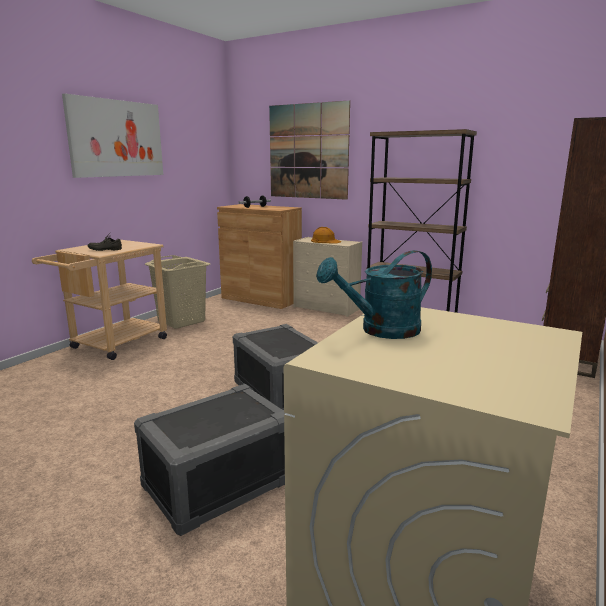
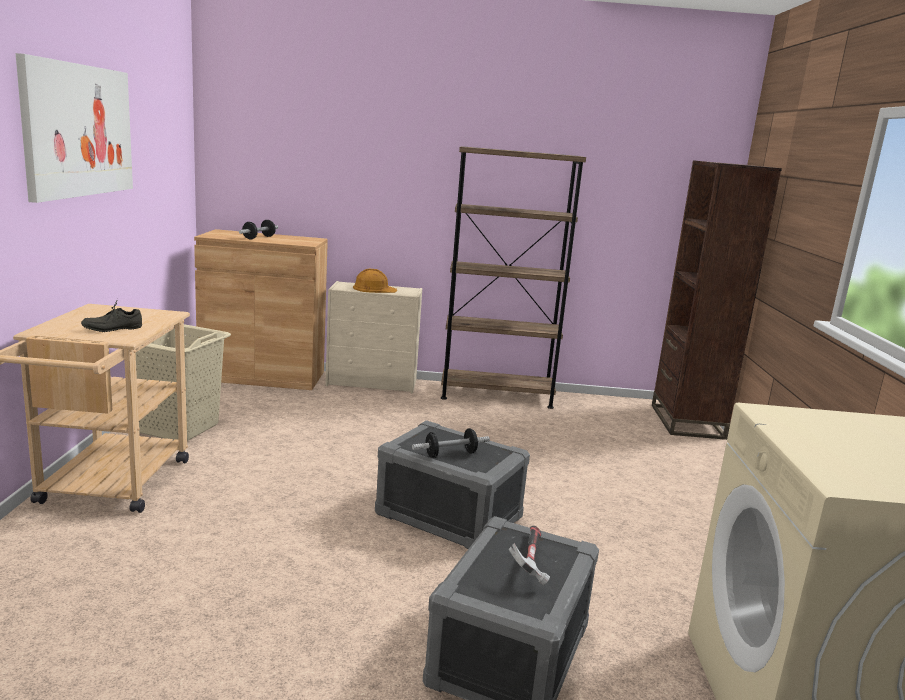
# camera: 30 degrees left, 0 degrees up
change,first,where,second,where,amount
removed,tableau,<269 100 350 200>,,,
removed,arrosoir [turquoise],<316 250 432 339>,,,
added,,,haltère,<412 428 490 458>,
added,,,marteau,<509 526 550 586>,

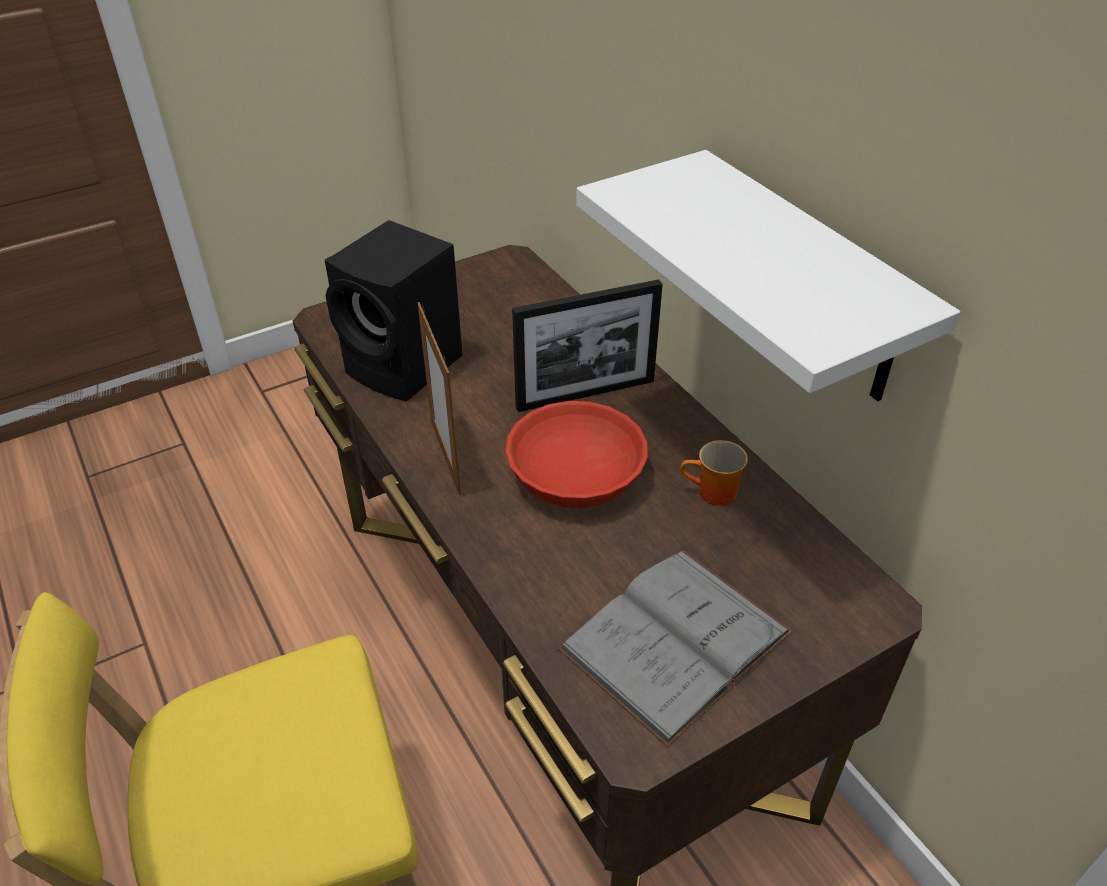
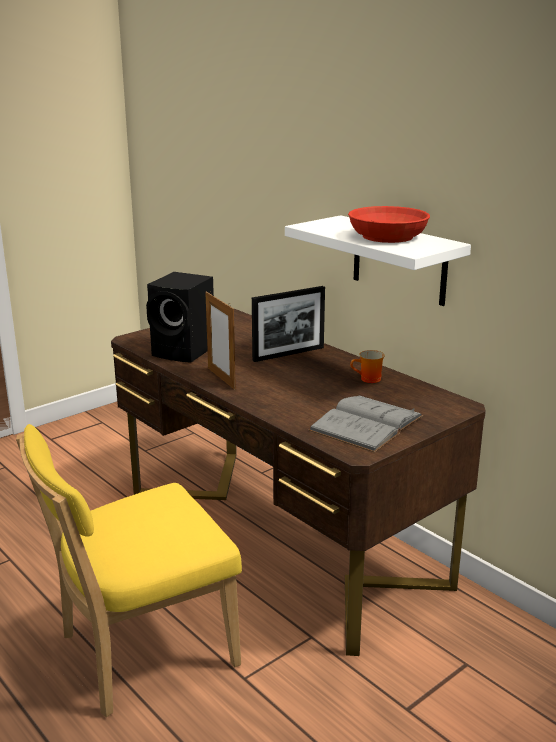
# camera: 10 degrees left, 20 degrees down
change,first,where,second,where,amount
moved,bol [rouge],<505 401 648 508>,,<348 206 430 243>,

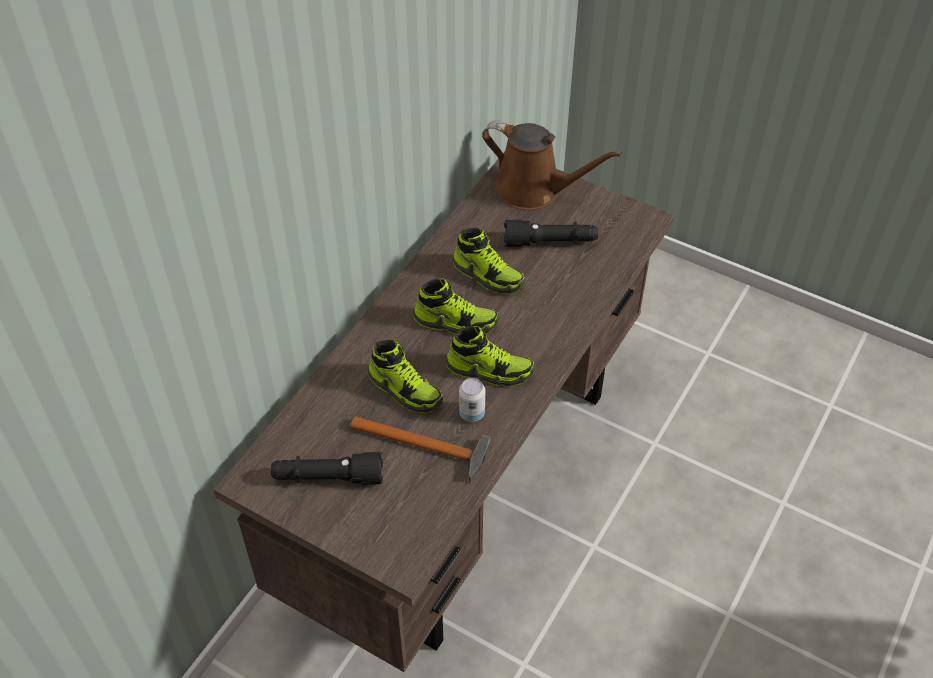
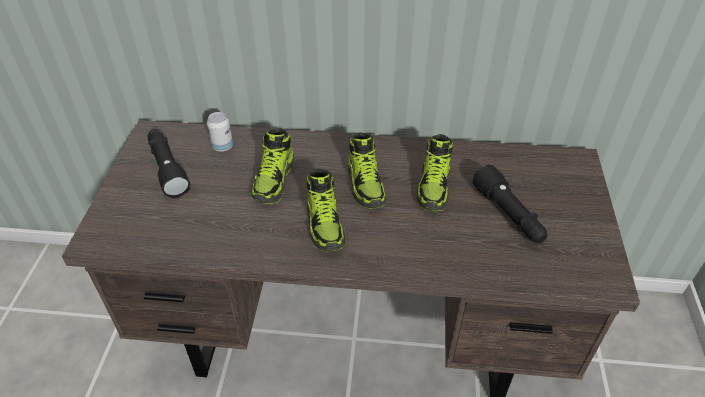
# camera: 65 degrees right, 5 degrees down
change,first,where,second,where,amount
removed,marteau,<350 416 491 483>,,,
removed,arrosoir [marron],<482 120 622 210>,,,
moved,boîte métallique,<459 378 485 422>,,<207 112 233 152>,

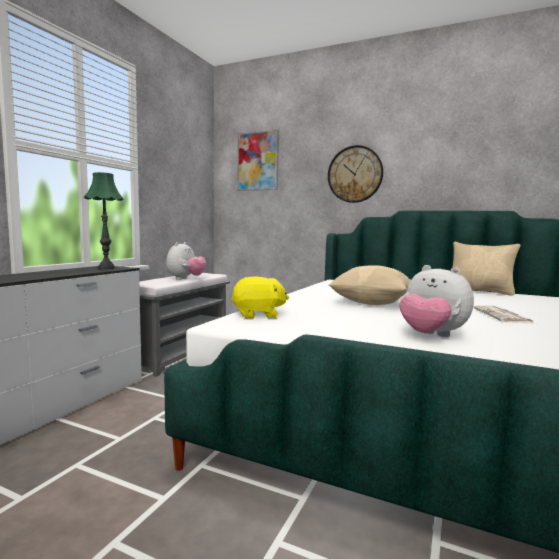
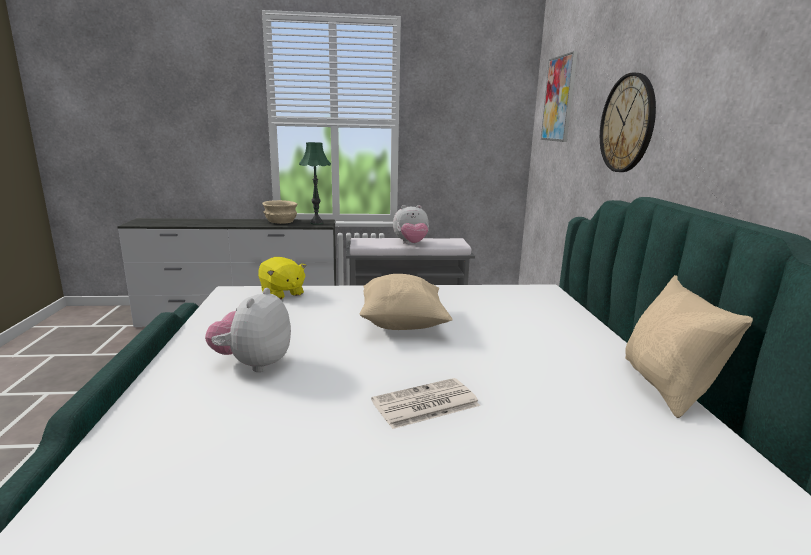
# camera: 60 degrees right, 10 degrees up
change,first,where,second,where,amount
added,,,bol [beige],<262 200 297 224>,

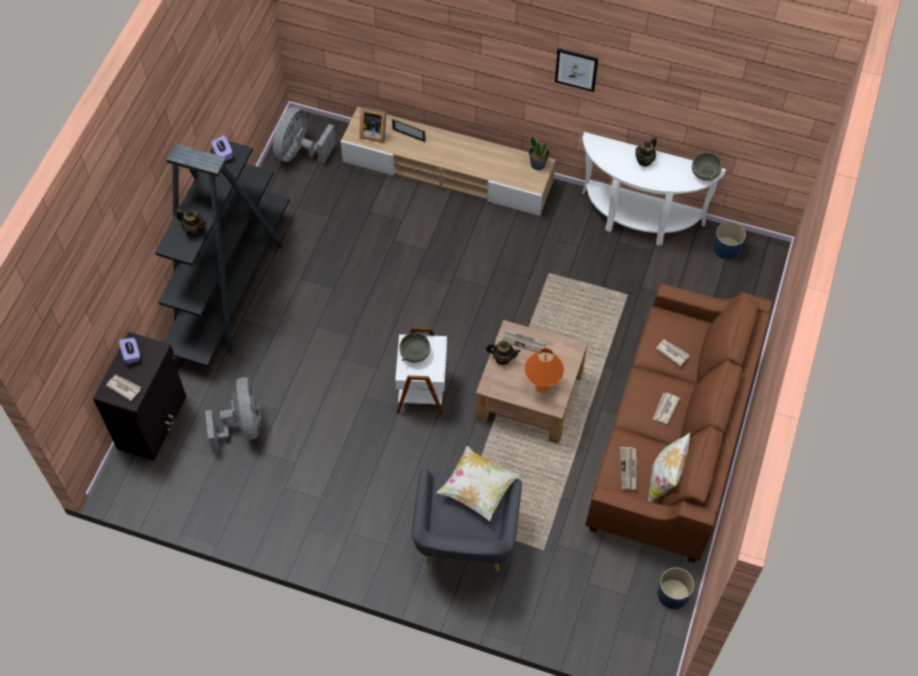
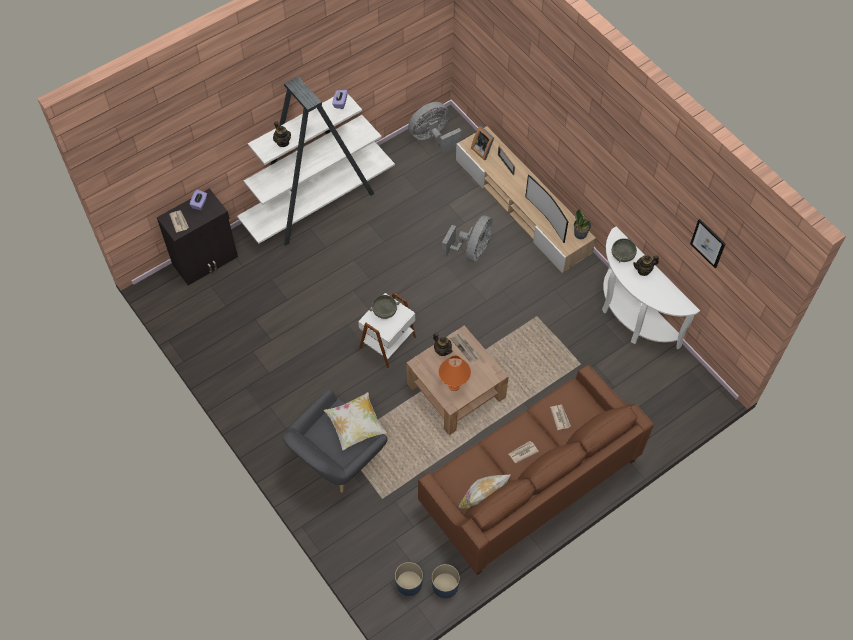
# camera: 35 degrees right, 0 degrees up
change,first,where,second,where,amount
removed,journal,<620 447 637 489>,,,
added,,,téléviseur,<525 175 568 243>,
moved,ventilateur [gris],<205 377 261 453>,,<442 216 492 262>,
moved,tableau,<555 48 598 92>,,<690 219 726 268>,
moved,bol [gris],<692 152 722 181>,,<612 238 637 262>,
moved,cache-pot [bleu],<713 222 746 260>,,<395 562 423 596>,
recoloured,bibliothèque [noir],<155 141 290 367>,bibliothèque [blanc],<237 76 395 246>,

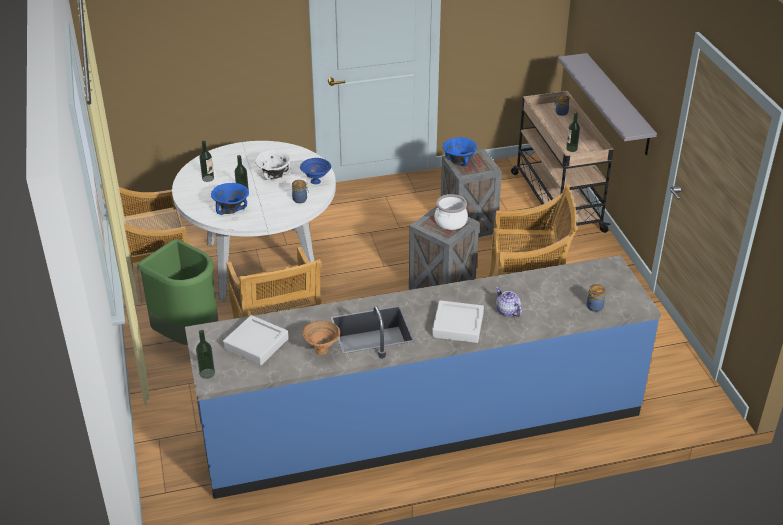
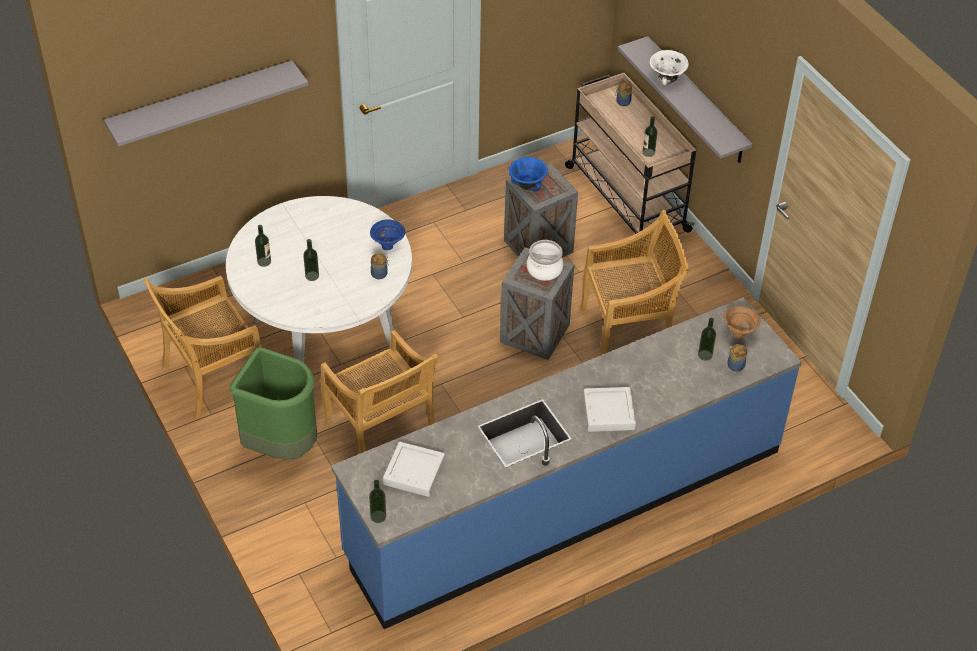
# camera: 15 degrees left, 10 degrees up
change,first,where,second,where,amount
removed,bol [bleu],<211 183 249 215>,,,
removed,théière,<496 287 522 317>,,,
added,,,étagère [gris],<104 60 308 147>,
added,,,bouteille,<698 318 716 361>,
moved,bol [blanc],<255 150 291 180>,,<650 50 689 86>,
moved,bol [marron],<302 321 340 355>,,<724 306 760 339>,

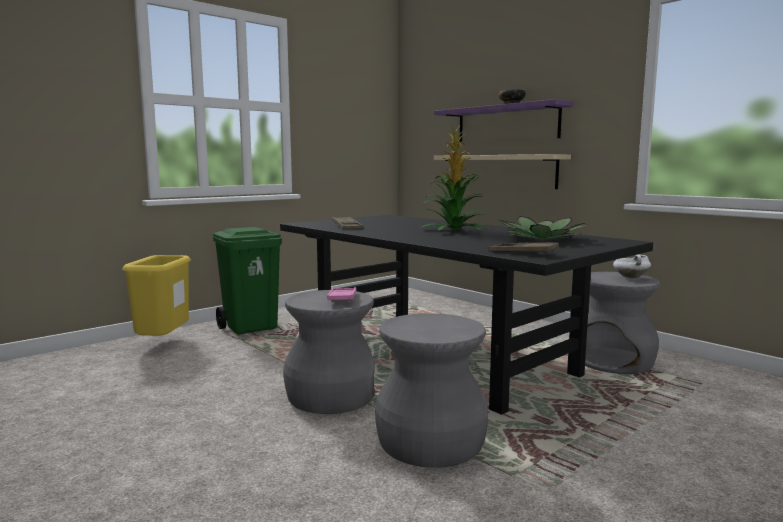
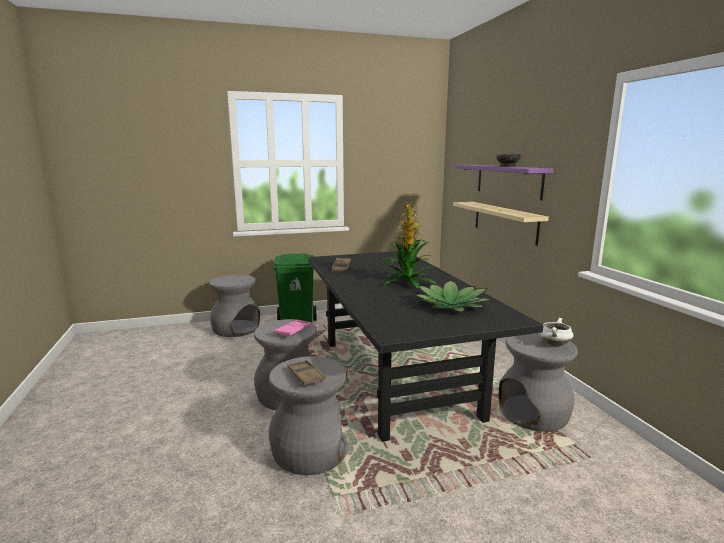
# camera: 25 degrees right, 5 degrees up
change,first,where,second,where,amount
moved,plateau [marron],<488 242 559 254>,,<287 360 326 386>,
replaced,poubelle [jaune],<122 255 191 336>,tabouret [gris],<209 274 260 337>,

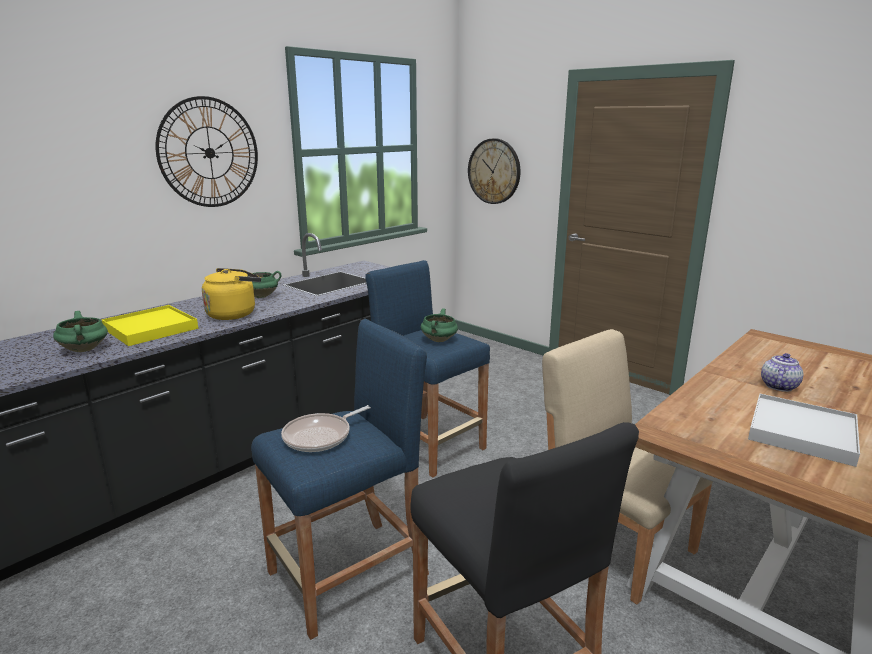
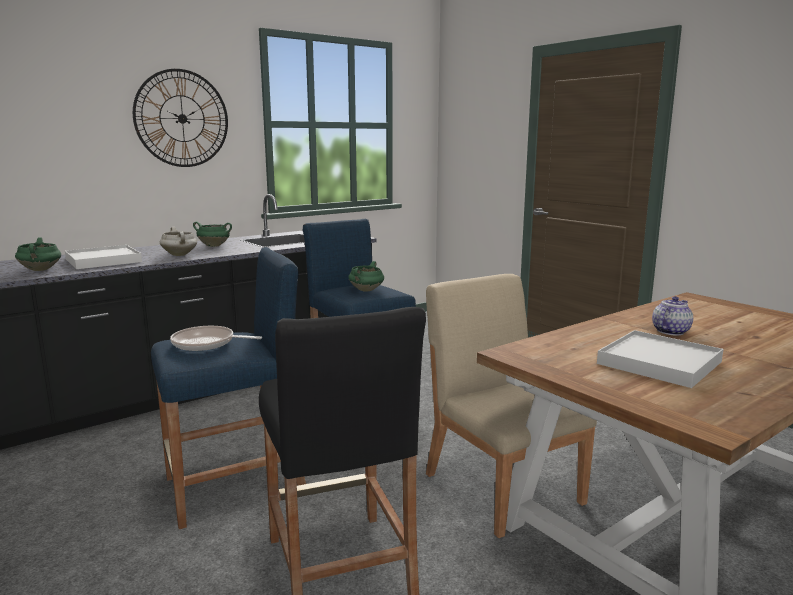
# camera: 10 degrees right, 5 degrees down
change,first,where,second,where,amount
removed,horloge murale,<468 138 521 204>,,,
replaced,bouilloire [jaune],<202 268 261 320>,marmite [blanc],<160 227 197 256>,
recoloured,plateau [jaune],<101 305 198 346>,plateau [blanc],<65 245 142 269>,
turned,poêle,<281 405 371 452>,,<170 326 262 351>,45 degrees clockwise

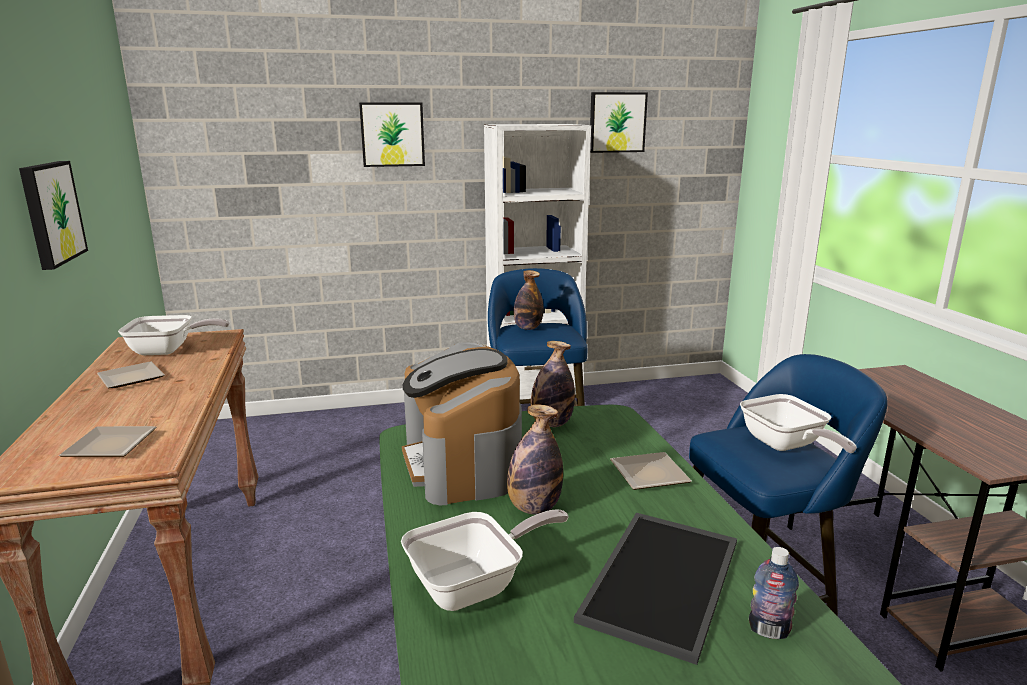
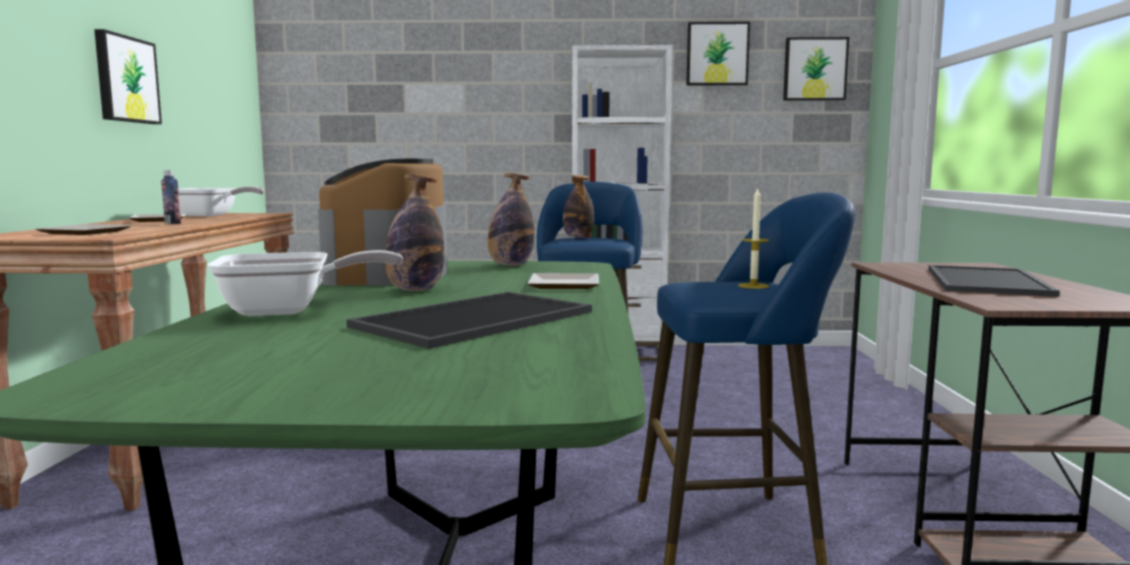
# camera: 15 degrees right, 10 degrees down
change,first,where,second,where,amount
added,,,plateau,<928 265 1060 297>,
moved,tableau,<359 102 425 167>,,<783 37 849 100>,
moved,bouteille,<749 547 799 639>,,<161 170 181 224>,
replaced,poêle,<740 394 857 453>,bougie,<738 187 769 289>,

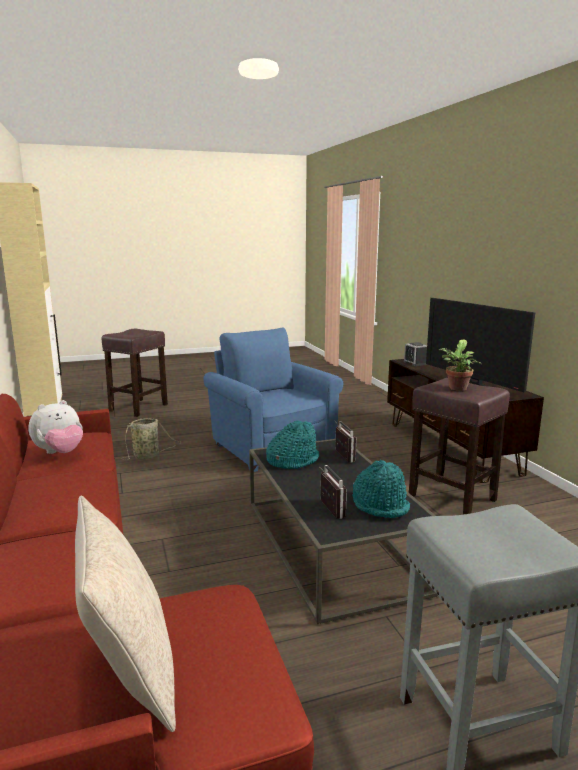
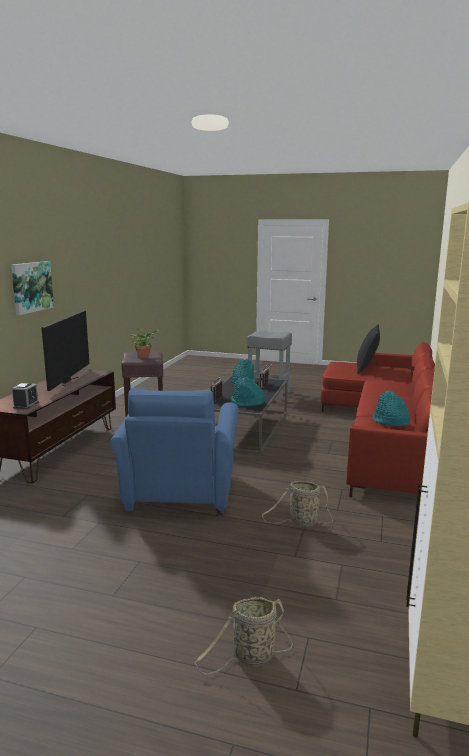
# camera: 145 degrees left, 0 degrees up
change,first,where,second,where,amount
added,,,tableau,<11 261 54 315>,
replaced,peluche,<28 400 83 454>,chapeau [turquoise],<373 390 410 426>,
replaced,tabouret [marron],<101 329 168 417>,panier,<194 597 293 674>,
recoloured,coussin [beige],<75 496 176 732>,coussin [noir],<357 325 380 374>,

